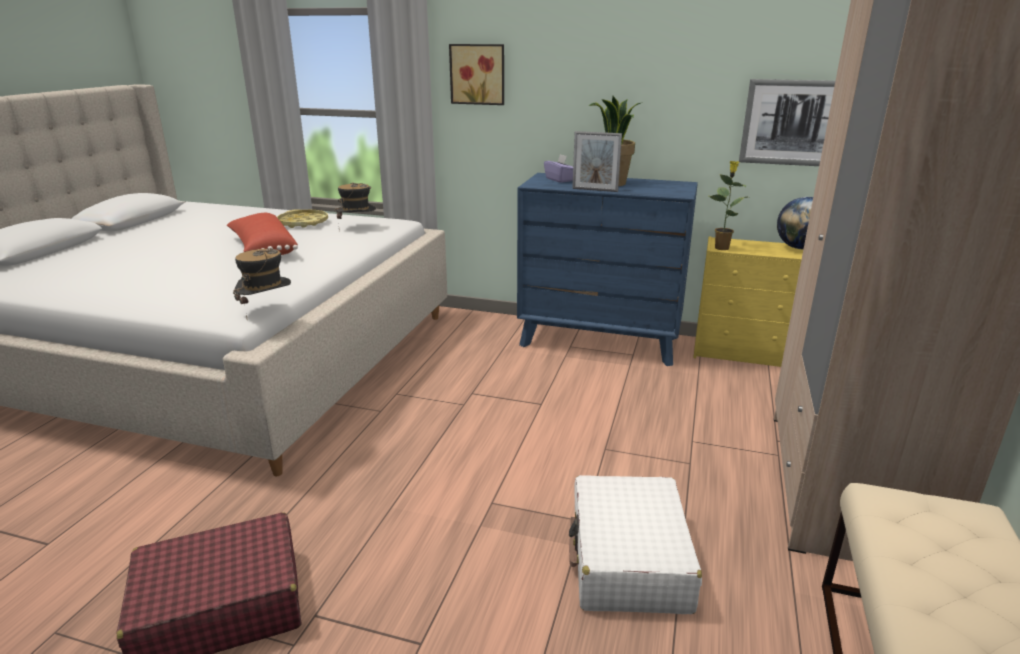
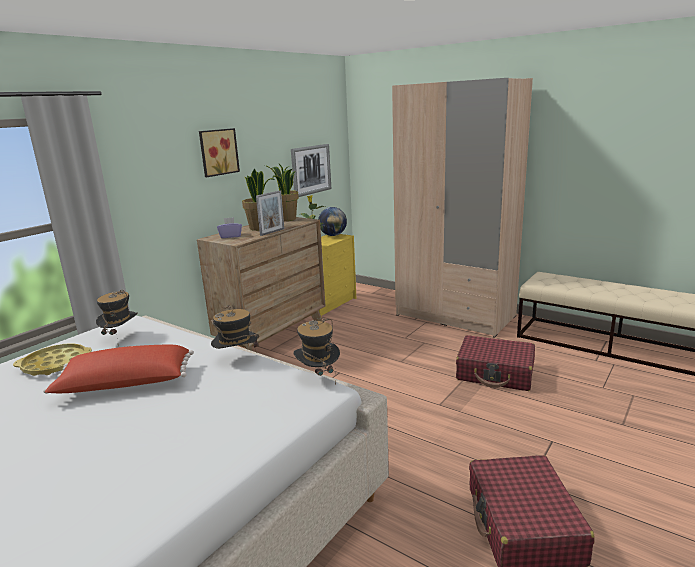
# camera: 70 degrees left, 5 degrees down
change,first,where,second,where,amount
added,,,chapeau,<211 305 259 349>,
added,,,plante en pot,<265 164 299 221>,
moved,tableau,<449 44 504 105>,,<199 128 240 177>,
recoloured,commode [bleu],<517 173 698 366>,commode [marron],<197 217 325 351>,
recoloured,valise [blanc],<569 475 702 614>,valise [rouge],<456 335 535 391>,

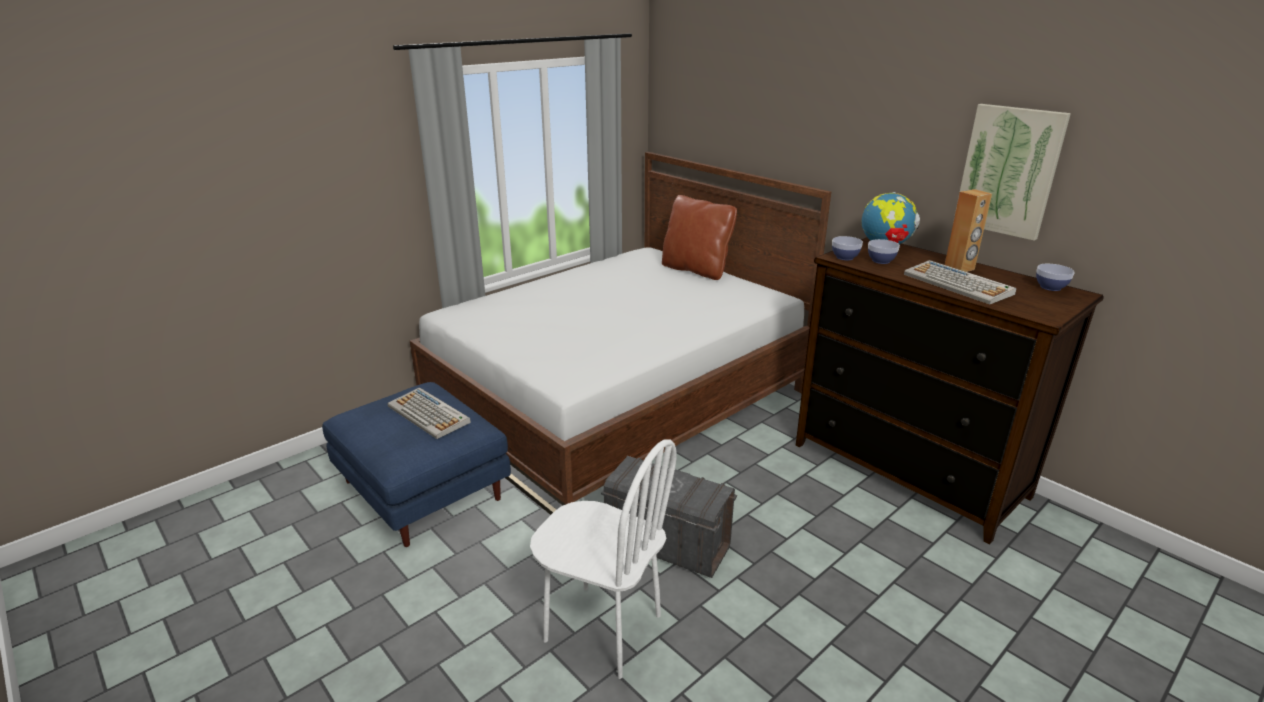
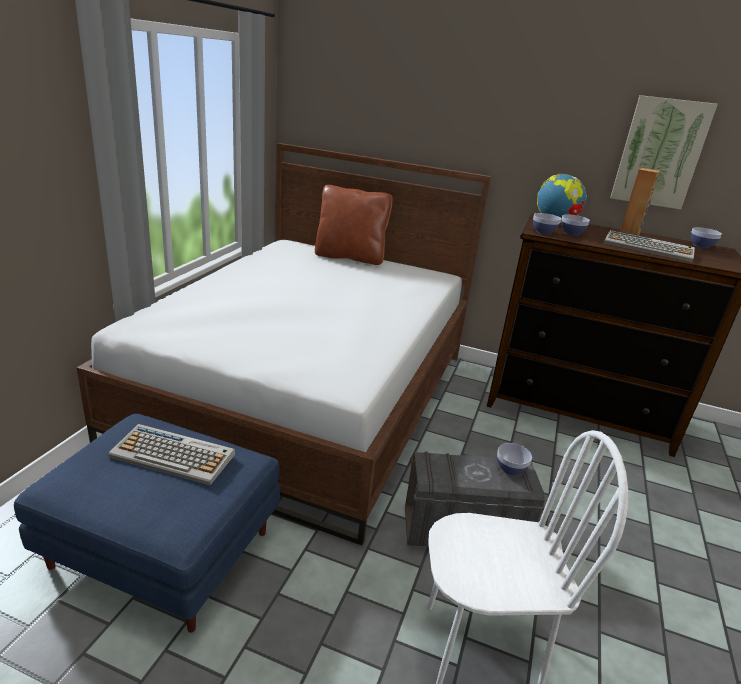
# camera: 30 degrees left, 0 degrees up
change,first,where,second,where,amount
added,,,bol,<497 443 532 476>,

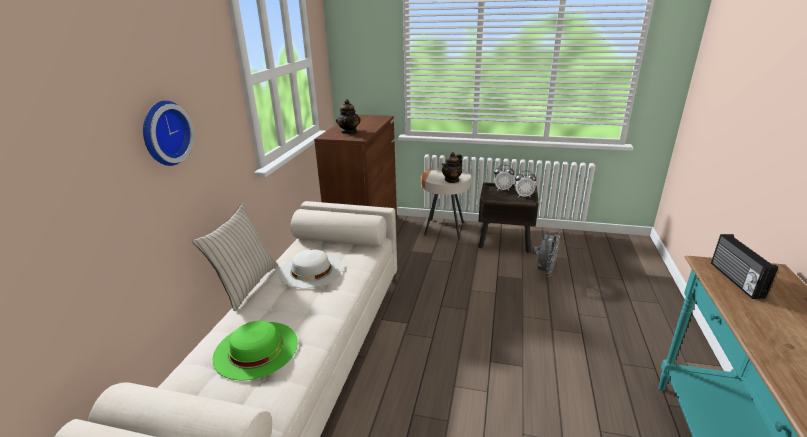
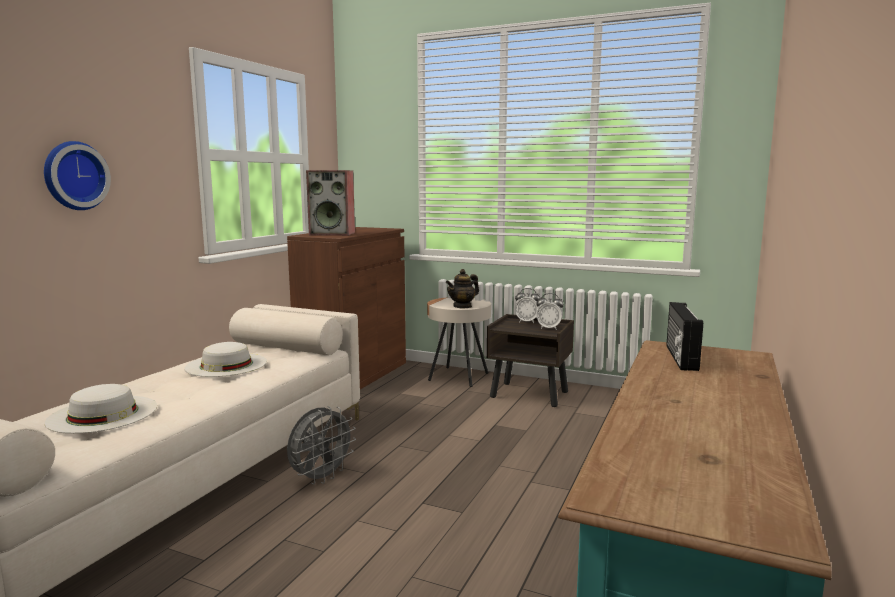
# camera: 10 degrees right, 15 degrees down
change,first,where,second,where,amount
removed,coussin [beige],<192 203 278 311>,,,
moved,ventilateur [gris],<533 231 560 277>,,<287 406 356 485>,
replaced,théière,<336 99 361 134>,enceinte,<306 170 355 236>,
recoloured,chapeau [vert],<212 321 298 380>,chapeau [blanc],<45 384 157 434>,

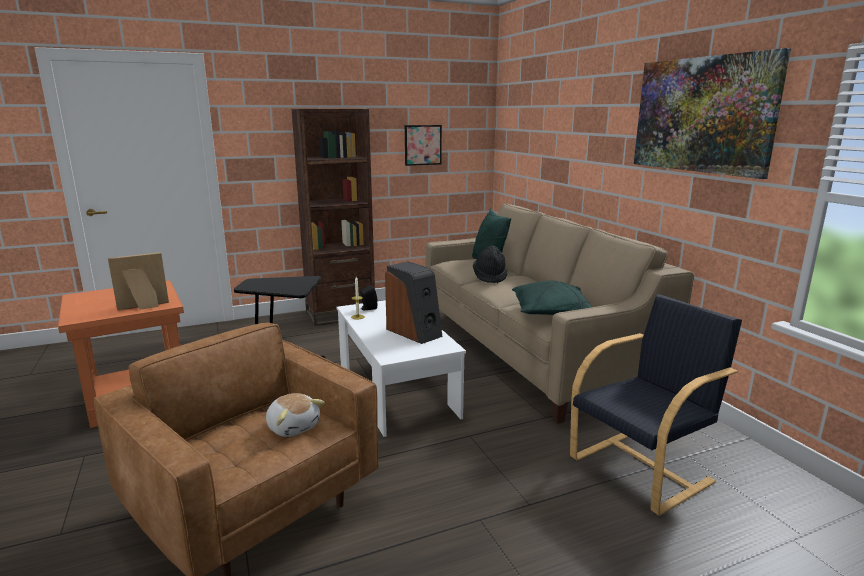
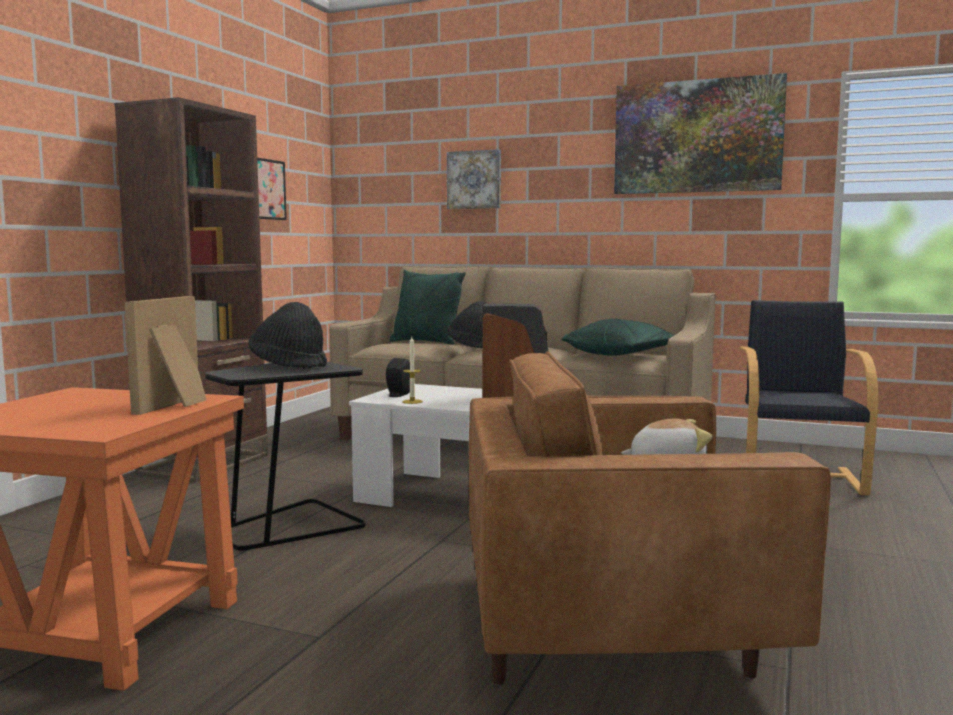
# camera: 45 degrees left, 10 degrees down
change,first,where,second,where,amount
added,,,chapeau [noir],<248 302 327 369>,
added,,,tableau,<447 149 501 209>,

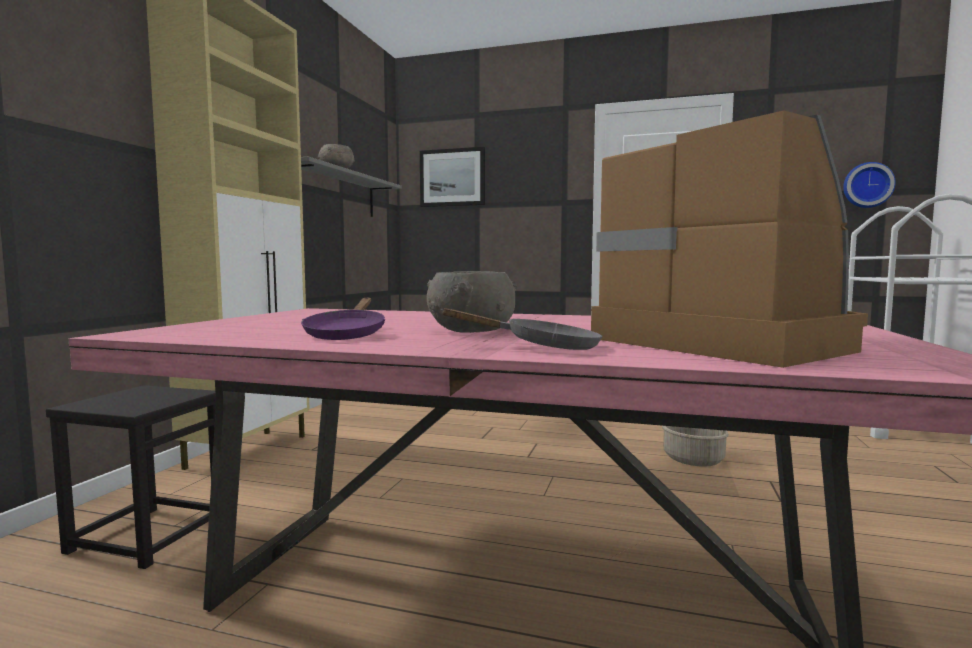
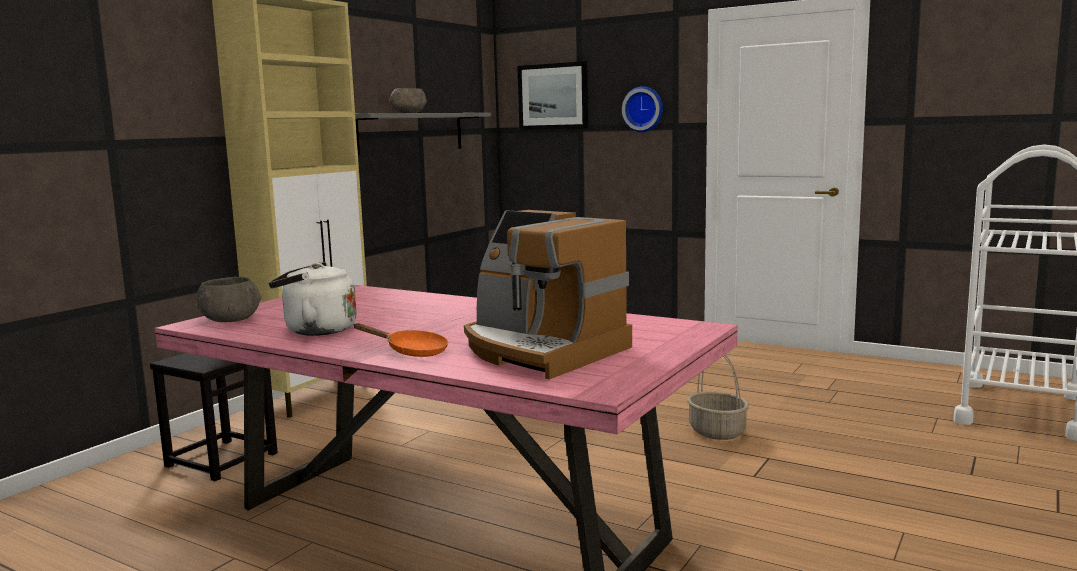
# camera: 15 degrees right, 5 degrees up
change,first,where,second,where,amount
moved,bol [gris],<427 271 517 333>,,<195 277 262 322>,
moved,horloge murale,<843 162 896 208>,,<622 86 663 132>,
replaced,poêle [violet],<301 298 385 340>,bouilloire [blanc],<269 262 357 336>,
recoloured,poêle [gris],<440 308 602 350>,poêle [orange],<353 323 448 357>,
turned,machine à café,<591 110 868 368>,,<464 210 632 380>,150 degrees clockwise

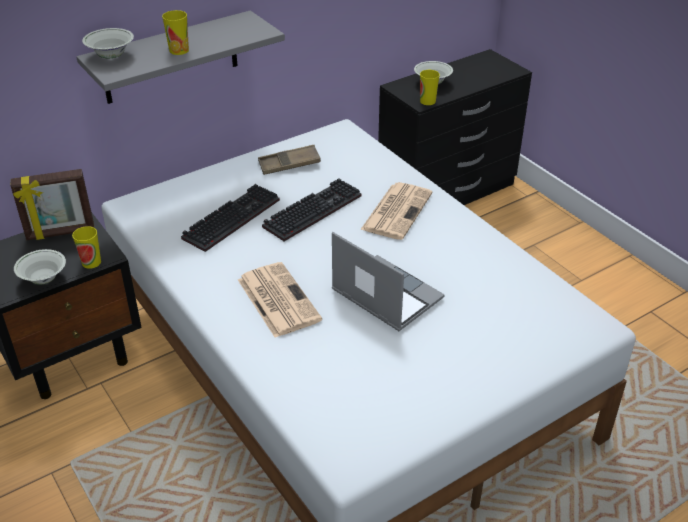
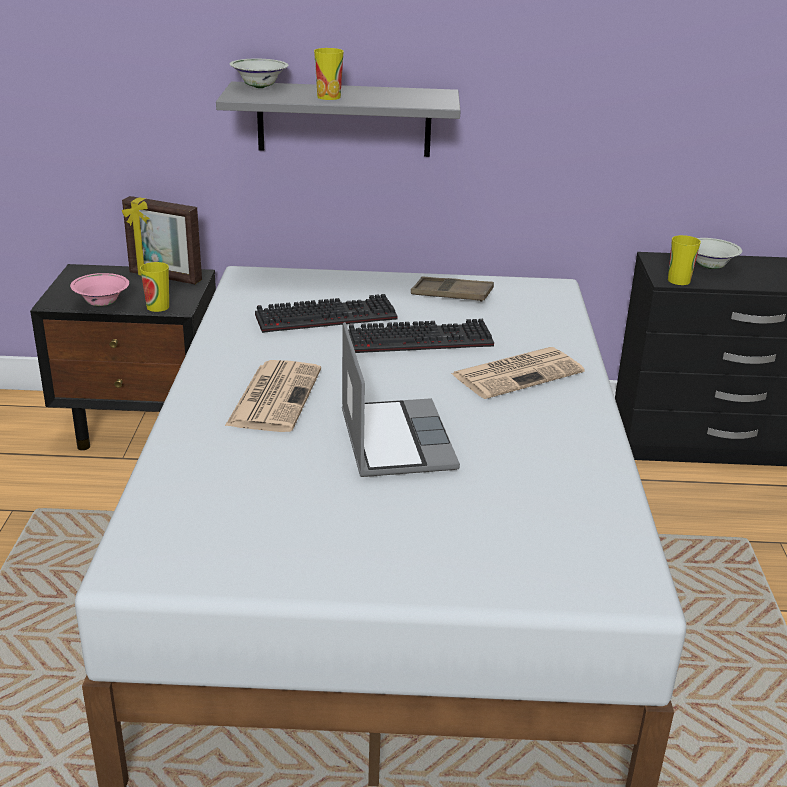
# camera: 35 degrees right, 10 degrees down
change,first,where,second,where,amount
recoloured,bol [blanc],<14 249 66 284>,bol [rose],<70 273 129 306>,

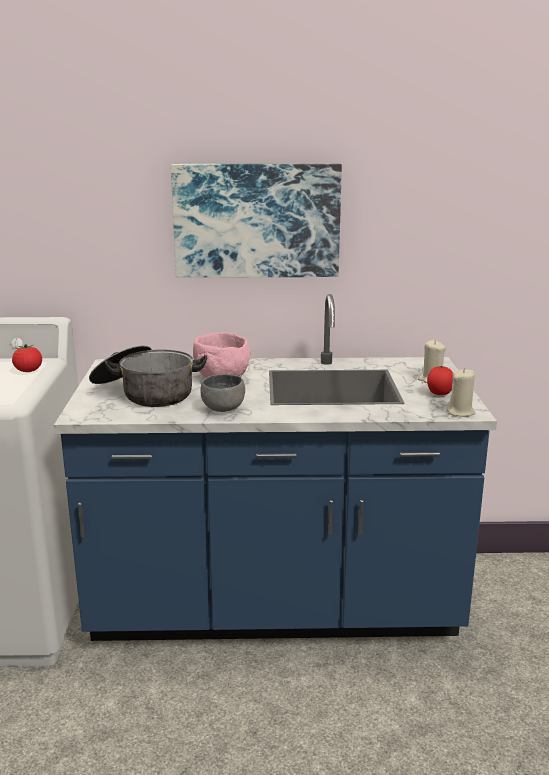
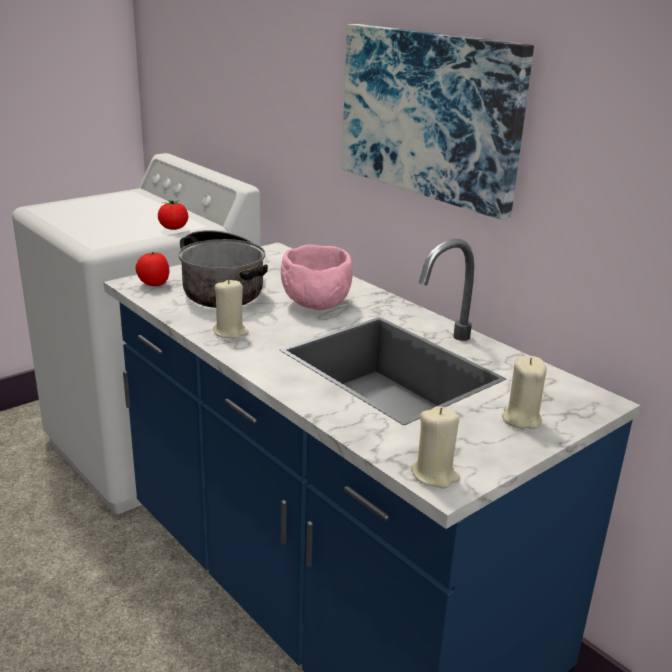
# camera: 50 degrees right, 5 degrees up
change,first,where,second,where,amount
moved,tomate,<427 365 453 395>,,<135 252 169 286>,
replaced,bol [gris],<200 374 245 412>,bougie [beige],<213 279 249 339>,

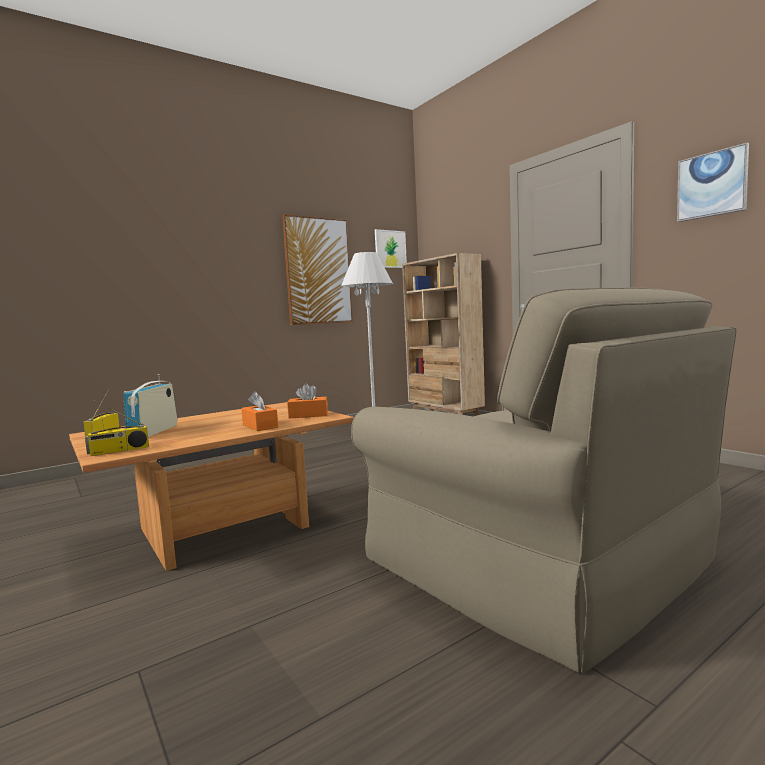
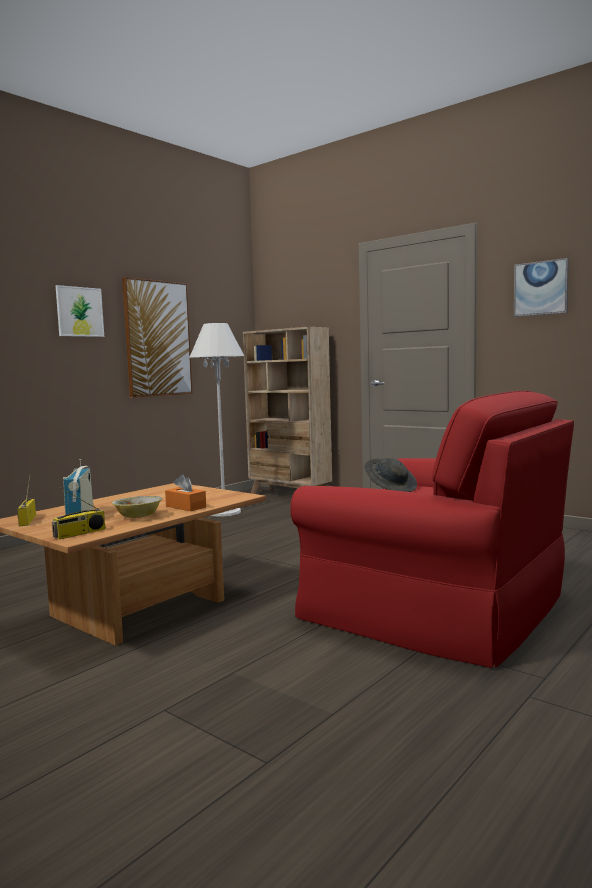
# camera: 15 degrees left, 0 degrees up
change,first,where,second,where,amount
removed,boîte à mouchoirs [orange],<287 383 328 419>,,,
added,,,bol,<112 496 163 518>,
added,,,chapeau [gris],<365 458 417 492>,
moved,tableau,<375 229 407 268>,,<55 285 104 337>,
recoloured,fauteuil [beige],<351 288 737 672>,fauteuil [rouge],<290 391 574 668>,

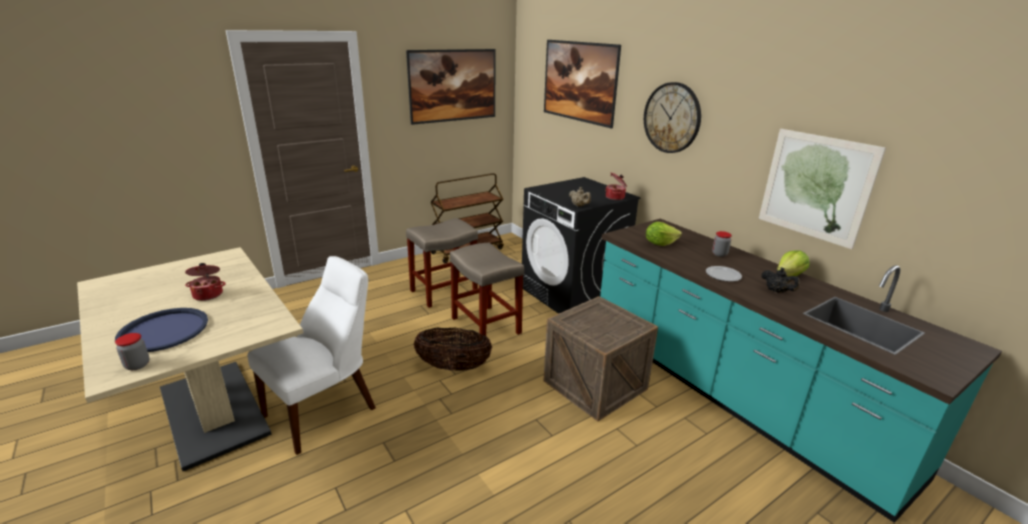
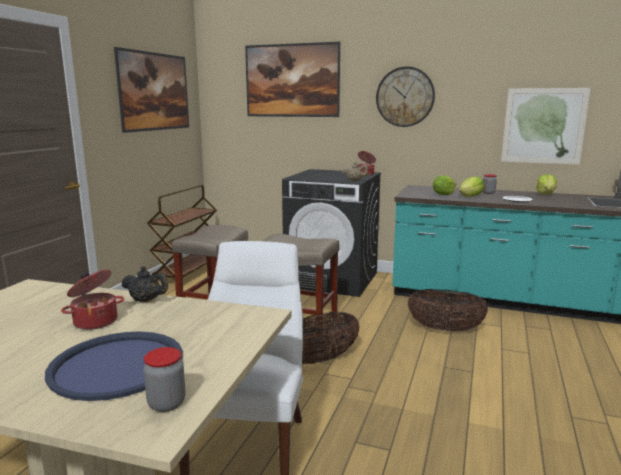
# camera: 35 degrees left, 10 degrees down
change,first,where,second,where,amount
added,,,laitue,<459 176 484 197>,
moved,théière [noir],<761 268 800 293>,,<121 266 168 302>,
replaced,caisse,<544 296 658 421>,panier,<408 289 488 331>,

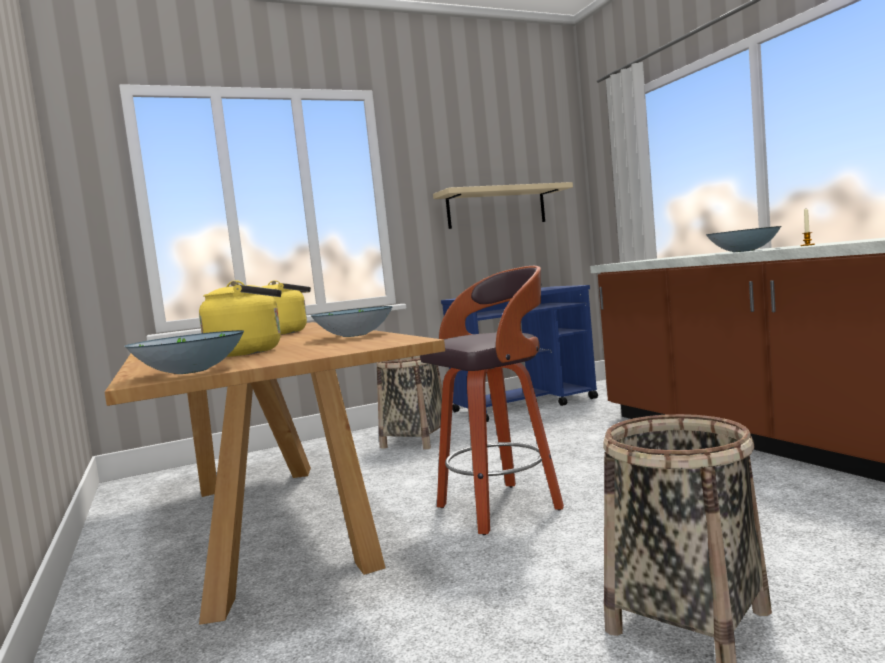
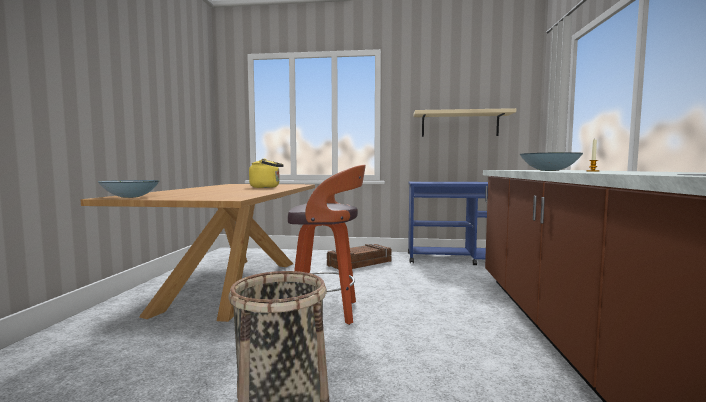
# camera: 30 degrees right, 0 degrees up
change,first,where,second,where,amount
removed,bouilloire [jaune],<199 280 282 357>,,,
removed,bol,<310 306 393 337>,,,
replaced,panier,<377 356 443 450>,caisse,<327 244 392 269>,

